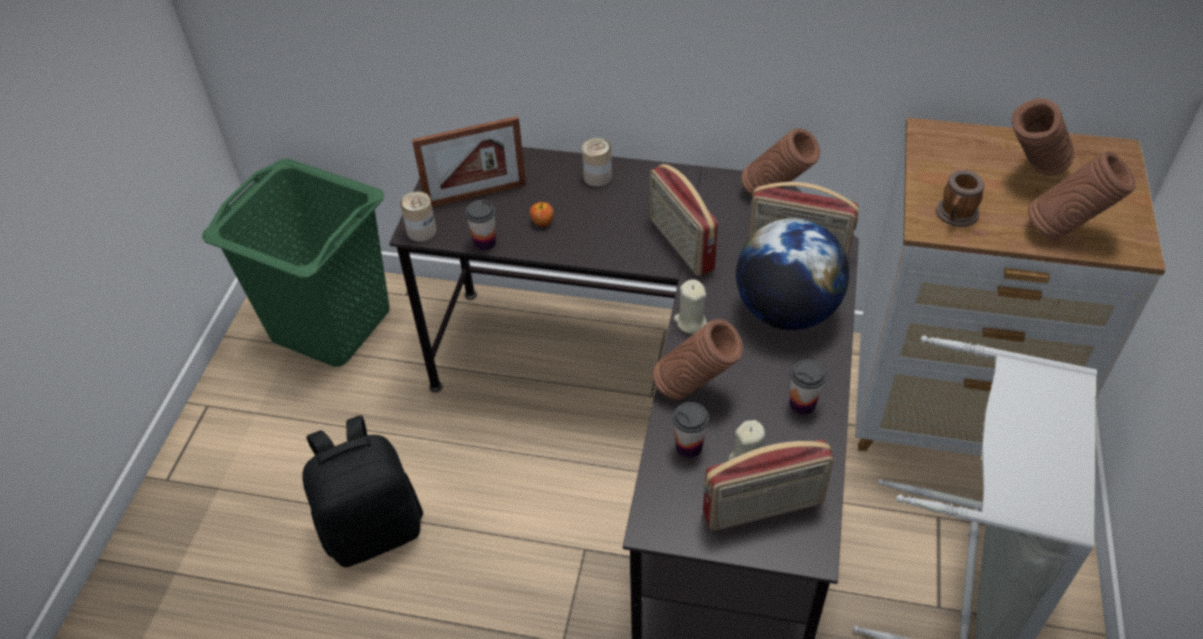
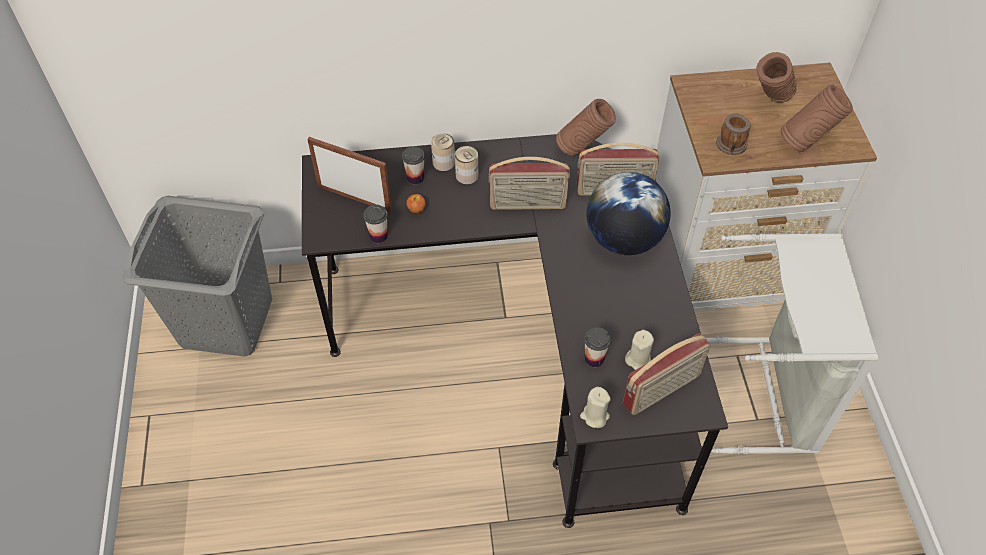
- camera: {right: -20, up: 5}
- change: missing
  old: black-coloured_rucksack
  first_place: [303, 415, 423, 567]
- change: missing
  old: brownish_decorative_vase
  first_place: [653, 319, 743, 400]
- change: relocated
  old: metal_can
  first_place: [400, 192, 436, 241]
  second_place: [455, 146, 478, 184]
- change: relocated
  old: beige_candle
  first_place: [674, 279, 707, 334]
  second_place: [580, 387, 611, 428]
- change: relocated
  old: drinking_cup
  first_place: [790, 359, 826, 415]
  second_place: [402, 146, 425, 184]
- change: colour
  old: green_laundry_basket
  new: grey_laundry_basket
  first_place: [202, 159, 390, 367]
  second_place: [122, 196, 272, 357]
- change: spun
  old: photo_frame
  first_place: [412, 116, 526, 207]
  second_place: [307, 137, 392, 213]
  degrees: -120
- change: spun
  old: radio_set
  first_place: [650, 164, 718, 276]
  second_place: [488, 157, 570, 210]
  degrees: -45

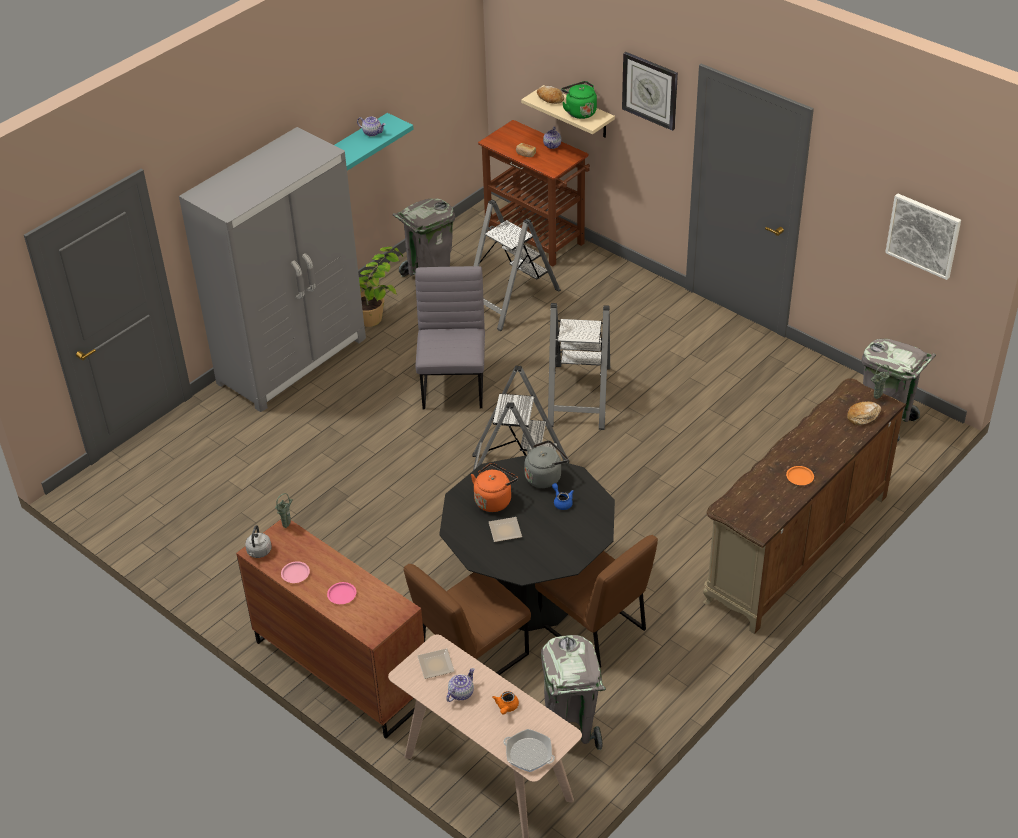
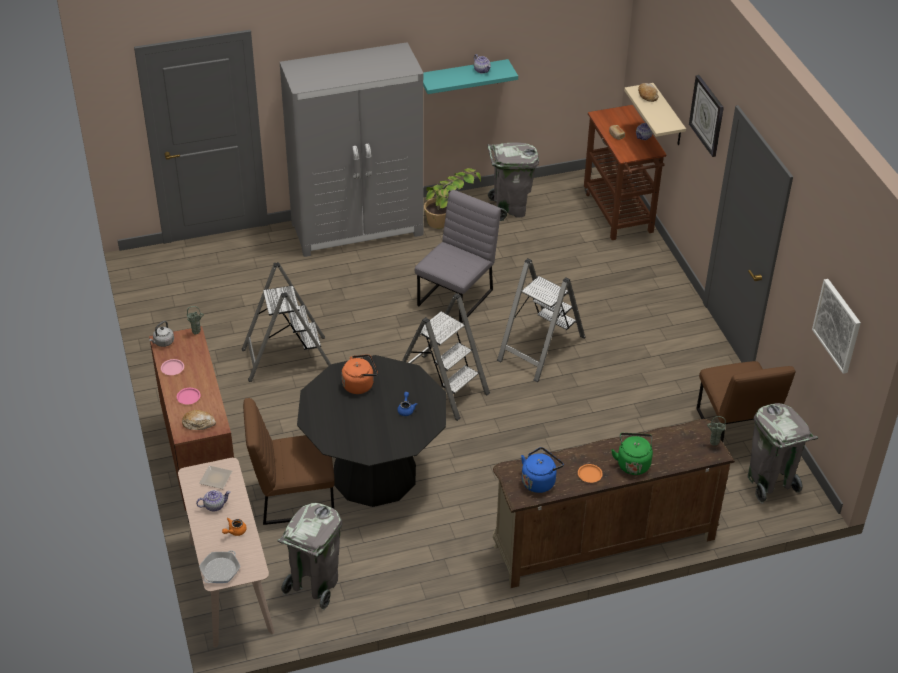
- camera: {right: 30, up: 0}
- change: missing
  old: flat_dish
  first_place: [489, 517, 522, 542]
- change: missing
  old: grey_water_kettle
  first_place: [525, 440, 568, 488]
- change: appeared
  new: blue_water_kettle
  second_place: [521, 447, 564, 493]
- change: relocated
  old: grey_step_stool
  first_place: [474, 199, 561, 331]
  second_place: [242, 262, 331, 382]
- change: relocated
  old: brownish_chair
  first_place: [535, 535, 658, 668]
  second_place: [696, 361, 796, 442]
- change: relocated
  old: green_water_kettle
  first_place: [561, 81, 597, 119]
  second_place: [611, 433, 653, 475]
- change: relocated
  old: bakery_bread
  first_place: [847, 401, 881, 425]
  second_place: [182, 410, 216, 430]
- change: spun
  old: skillet
  first_place: [504, 729, 555, 772]
  second_place: [199, 550, 241, 583]
  degrees: -120

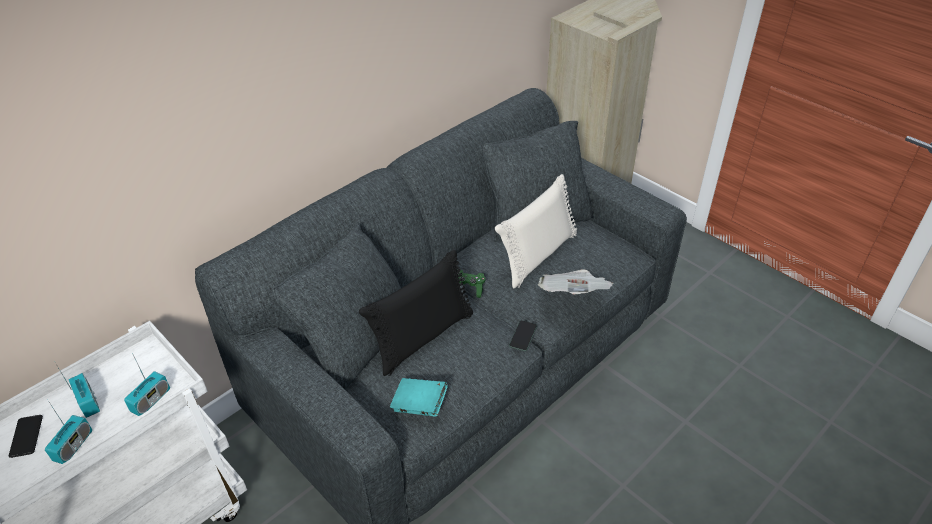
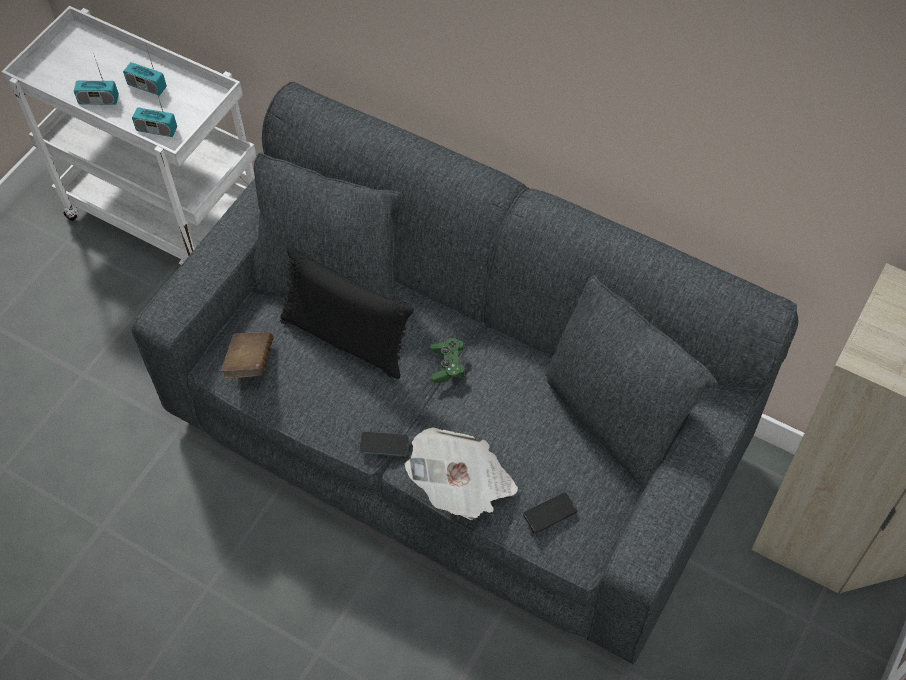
- camera: {right: 75, up: 15}
- change: missing
  old: white-coloured_throw_pillow
  first_place: [495, 174, 577, 289]
- change: relocated
  old: phone
  first_place: [9, 415, 43, 458]
  second_place: [523, 493, 577, 533]
- change: colour
  old: turquoise-coloured_volume
  new: brownish_volume
  first_place: [390, 378, 448, 417]
  second_place: [221, 332, 274, 378]
- change: spun
  old: radio_set
  first_place: [56, 364, 100, 418]
  second_place: [123, 42, 167, 96]
  degrees: 75

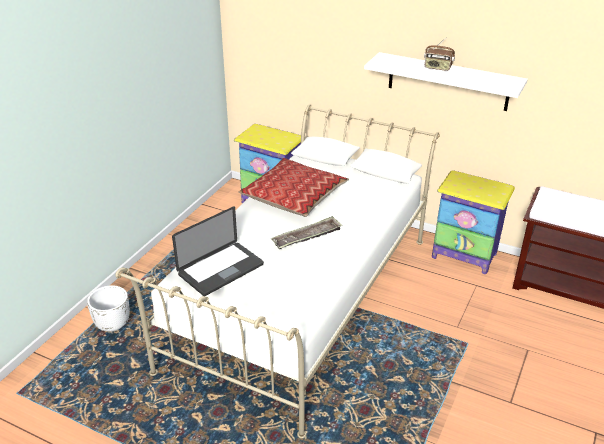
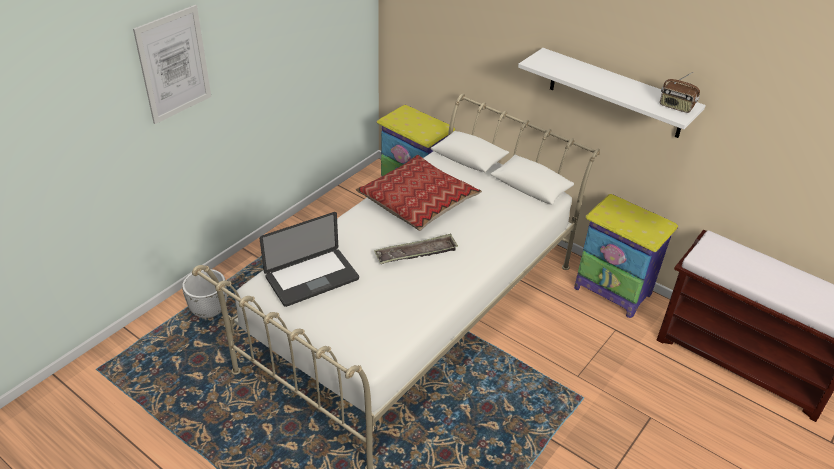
- camera: {right: 10, up: 5}
- change: appeared
  new: picture
  second_place: [133, 5, 211, 124]
- change: relocated
  old: radio_set
  first_place: [424, 37, 455, 71]
  second_place: [660, 72, 700, 113]

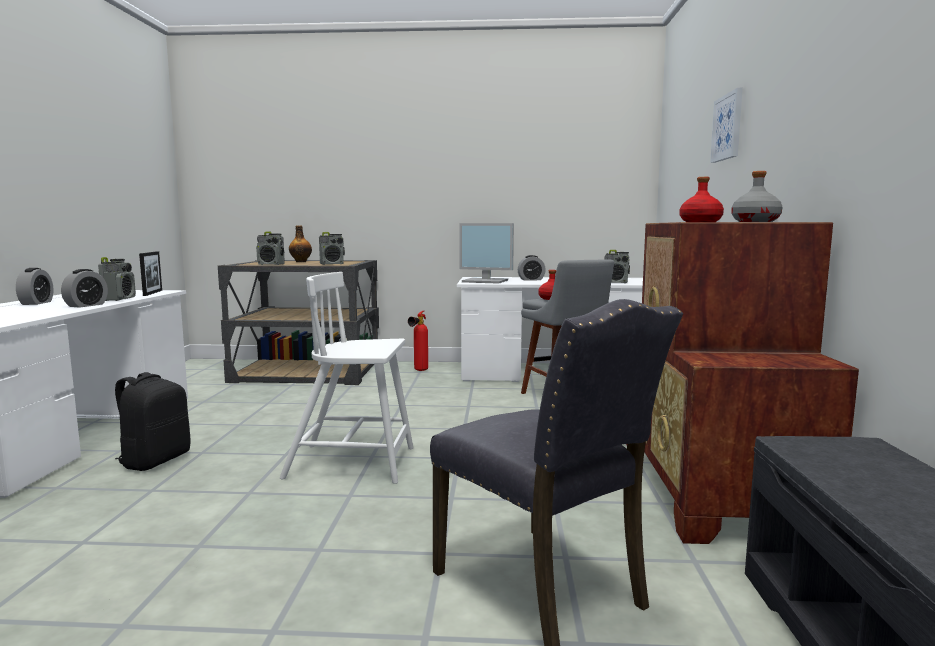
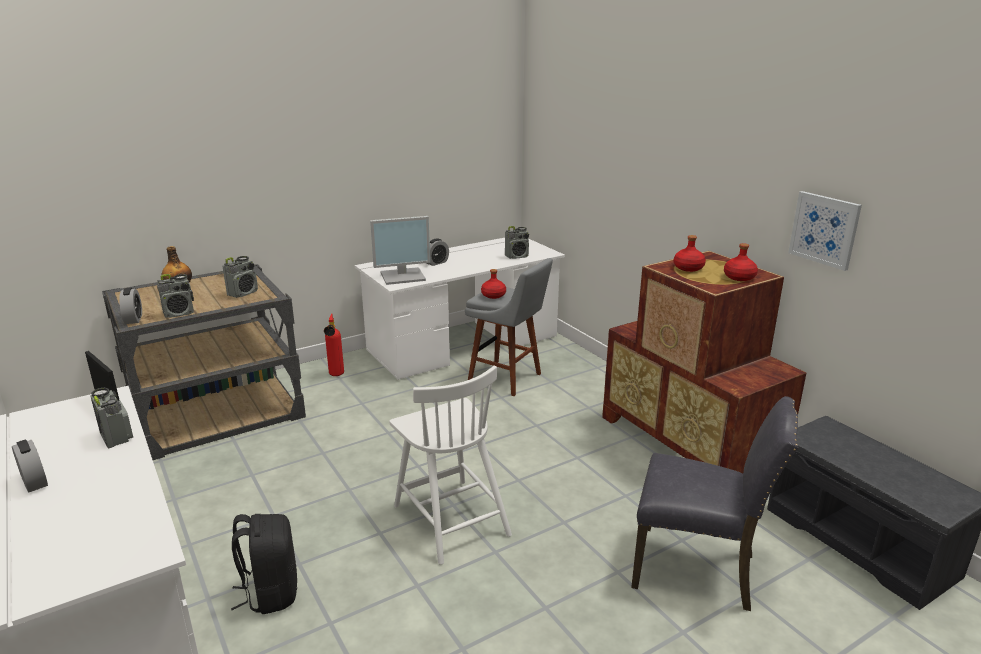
- camera: {right: -35, up: 15}
- change: relocated
  old: alarm_clock
  first_place: [61, 269, 108, 308]
  second_place: [119, 288, 142, 324]
- change: relocated
  old: picture
  first_place: [710, 88, 743, 163]
  second_place: [788, 191, 862, 271]
- change: colour
  old: grey_beverage_bottle
  new: red_beverage_bottle
  first_place: [731, 171, 783, 222]
  second_place: [724, 243, 758, 281]
- change: spun
  old: white-coloured_chair
  first_place: [280, 272, 413, 484]
  second_place: [389, 365, 512, 565]
  degrees: -90

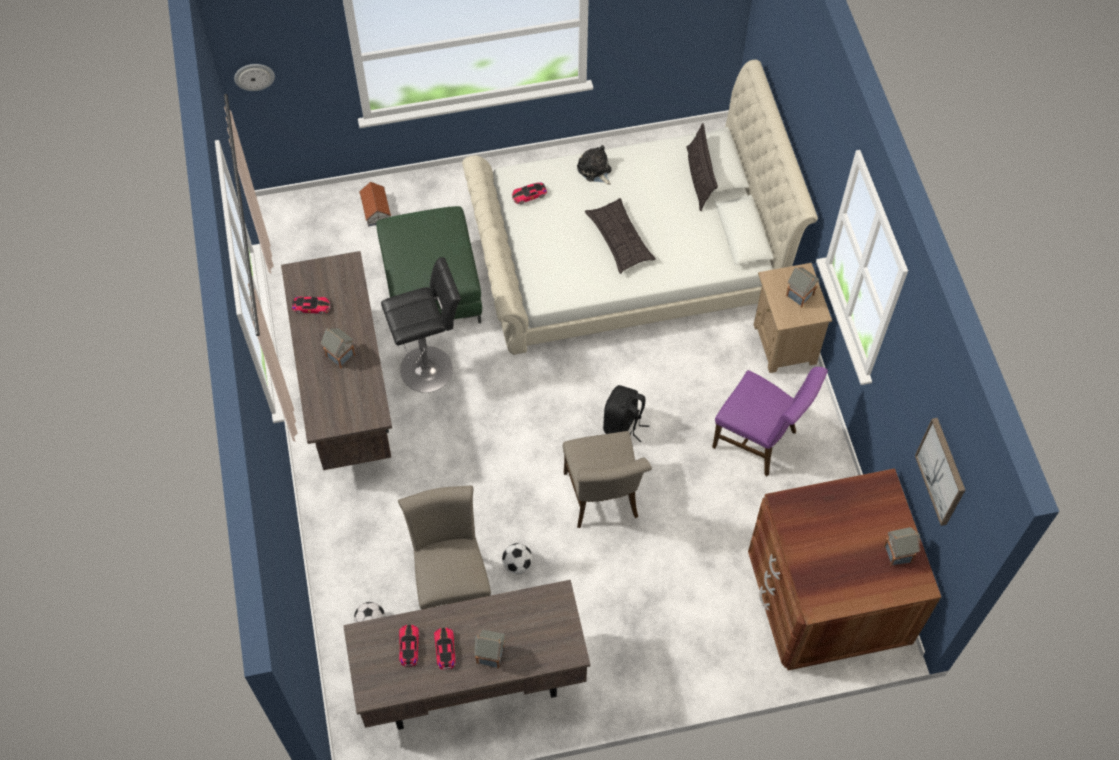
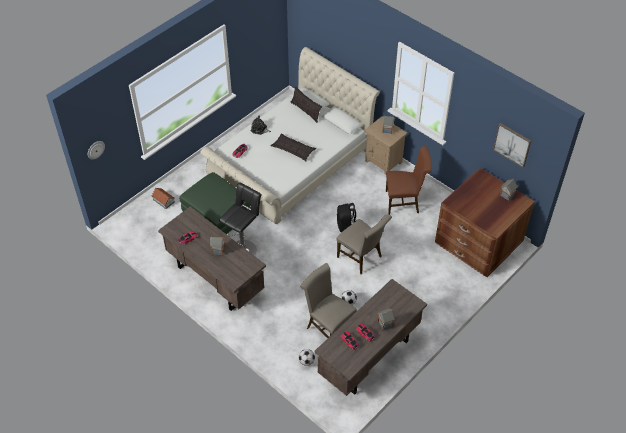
- camera: {right: -35, up: -10}
- change: colour
  old: purple-coloured_chair
  new: brownish_chair
  first_place: [712, 367, 828, 476]
  second_place: [386, 146, 431, 215]

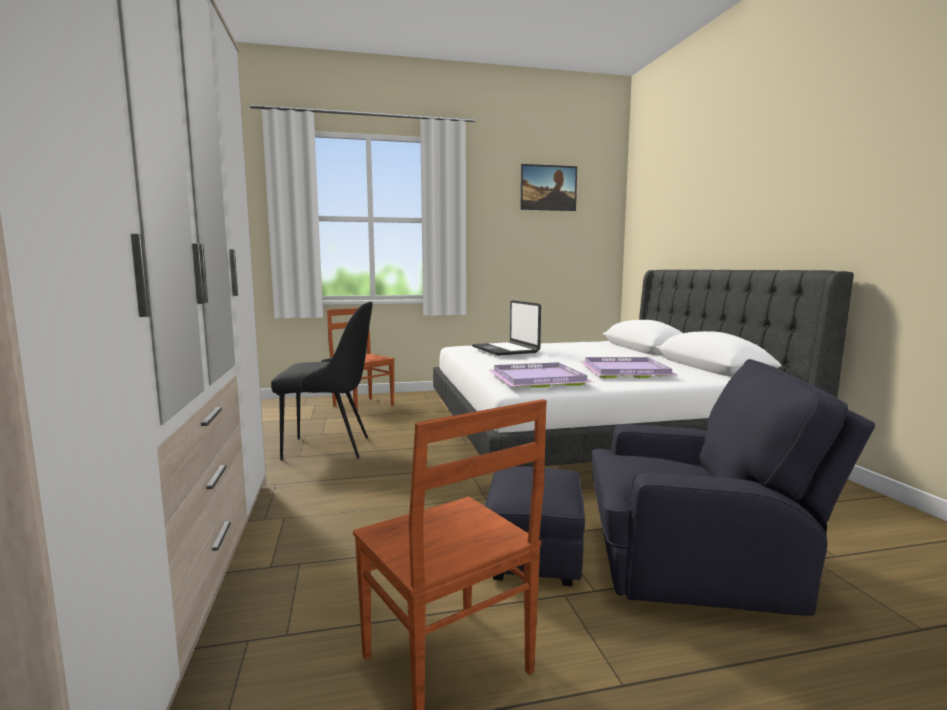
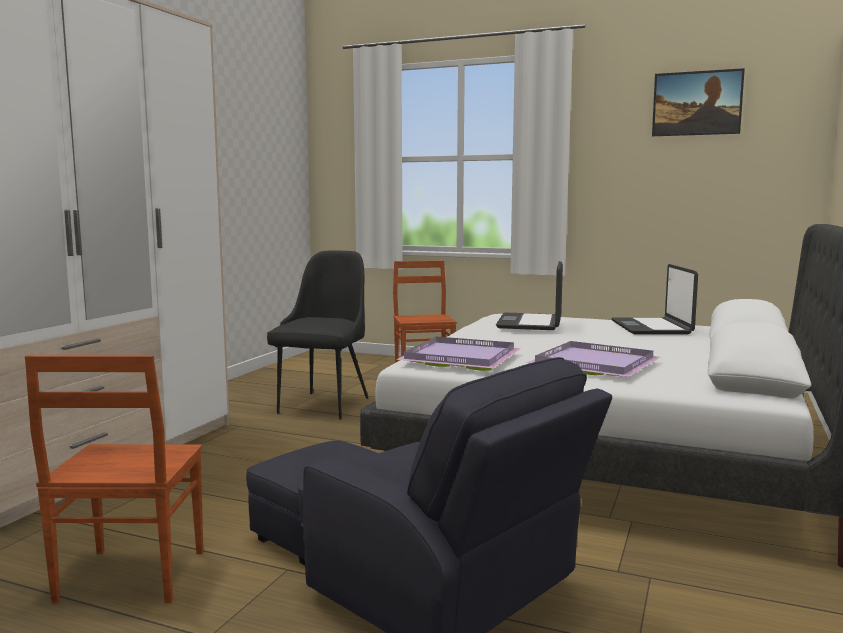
- camera: {right: 35, up: 0}
- change: appeared
  new: notebook_computer
  second_place: [611, 264, 698, 334]
- change: spun
  old: black-coloured_chair
  first_place: [271, 301, 372, 460]
  second_place: [267, 251, 368, 420]
  degrees: -105

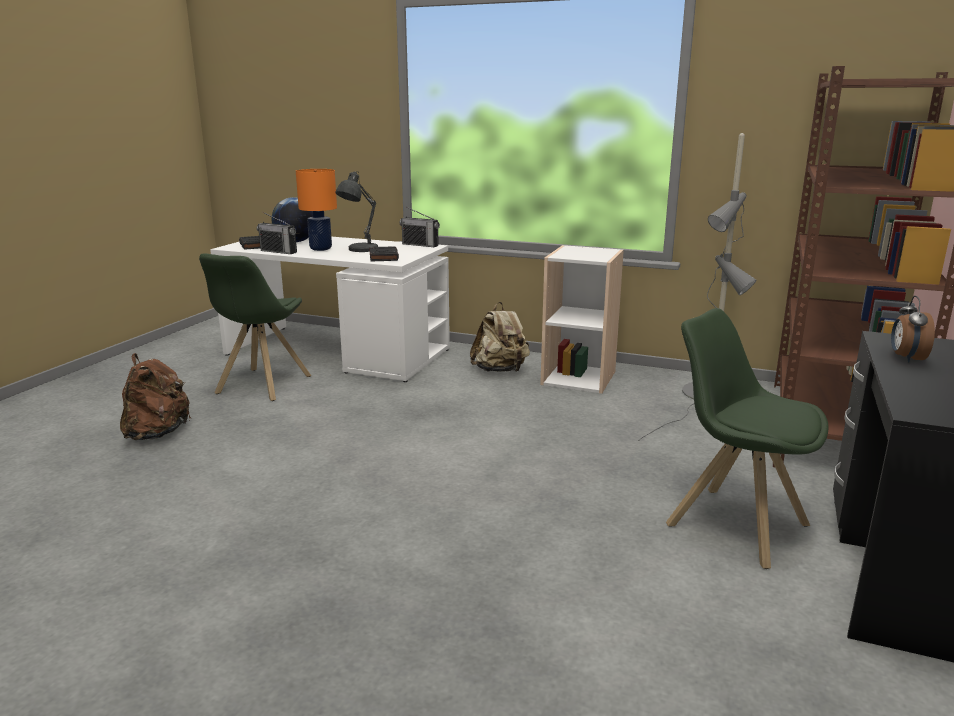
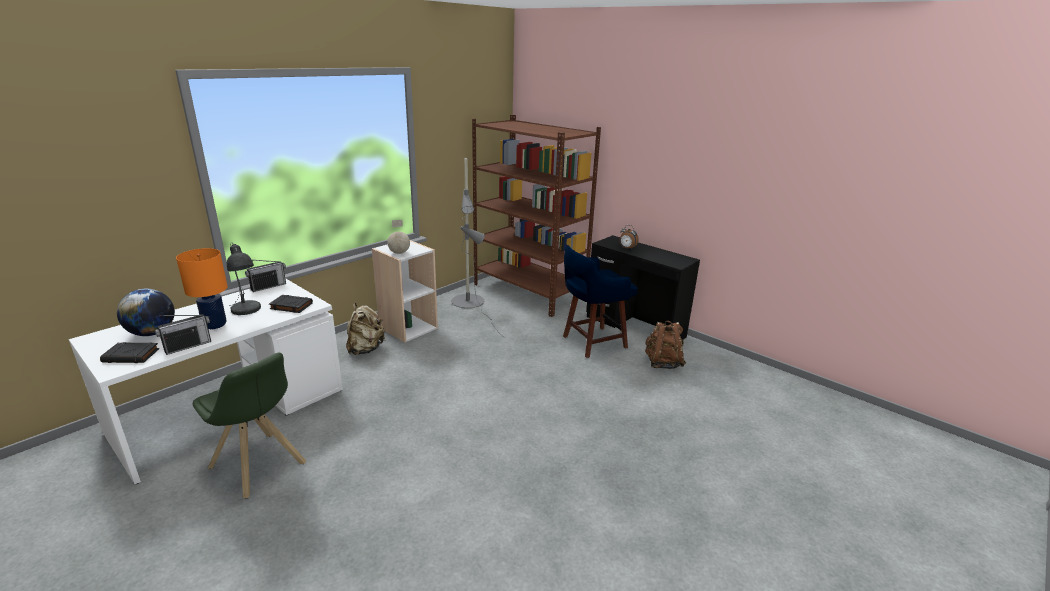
- camera: {right: -70, up: 5}
- change: appeared
  new: globe
  second_place: [387, 220, 410, 254]
- change: relocated
  old: brownish_rucksack
  first_place: [120, 353, 191, 440]
  second_place: [645, 320, 686, 369]
- change: exchanged
  old: green_chair
  new: blue_sitting_stool
  first_place: [666, 308, 829, 569]
  second_place: [563, 245, 638, 358]

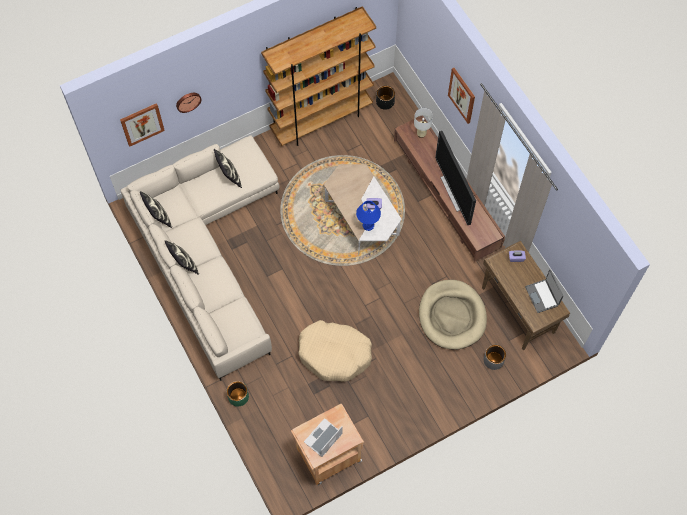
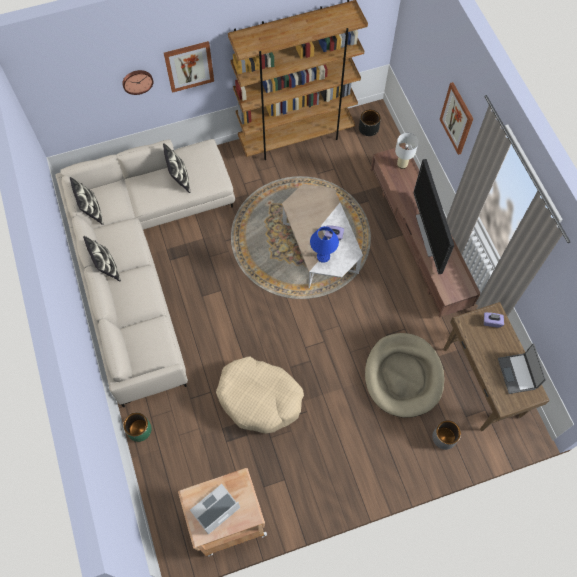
- camera: {right: 10, up: 0}
- change: relocated
  old: picture
  first_place: [120, 103, 165, 147]
  second_place: [164, 41, 214, 93]

